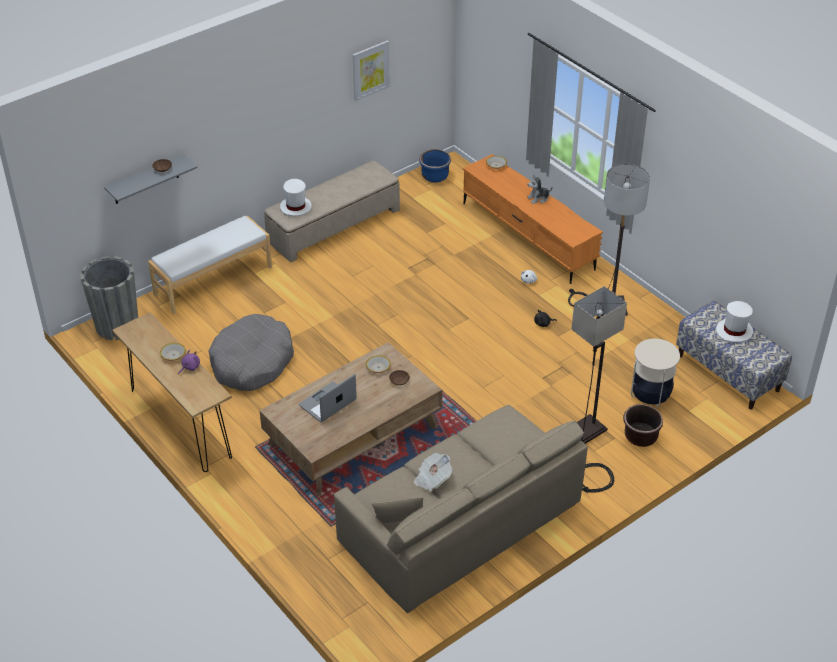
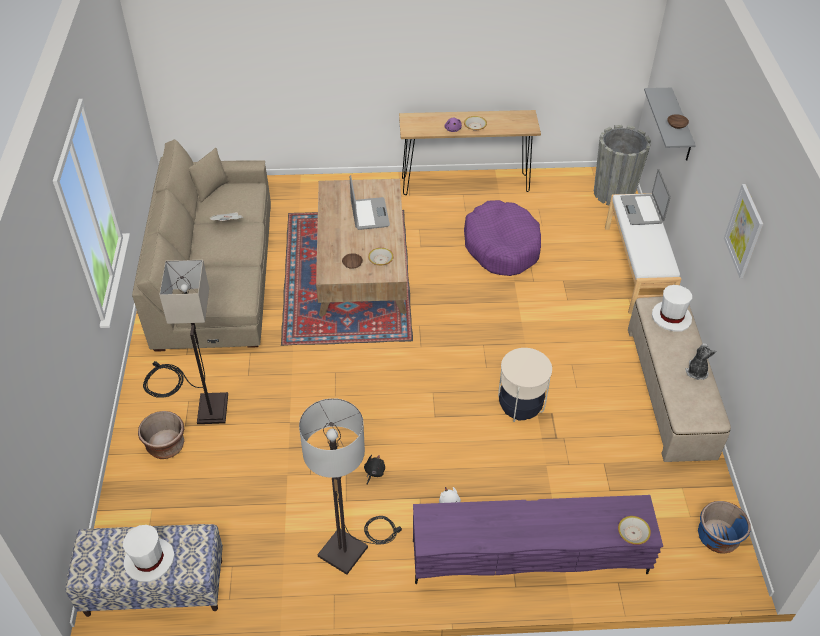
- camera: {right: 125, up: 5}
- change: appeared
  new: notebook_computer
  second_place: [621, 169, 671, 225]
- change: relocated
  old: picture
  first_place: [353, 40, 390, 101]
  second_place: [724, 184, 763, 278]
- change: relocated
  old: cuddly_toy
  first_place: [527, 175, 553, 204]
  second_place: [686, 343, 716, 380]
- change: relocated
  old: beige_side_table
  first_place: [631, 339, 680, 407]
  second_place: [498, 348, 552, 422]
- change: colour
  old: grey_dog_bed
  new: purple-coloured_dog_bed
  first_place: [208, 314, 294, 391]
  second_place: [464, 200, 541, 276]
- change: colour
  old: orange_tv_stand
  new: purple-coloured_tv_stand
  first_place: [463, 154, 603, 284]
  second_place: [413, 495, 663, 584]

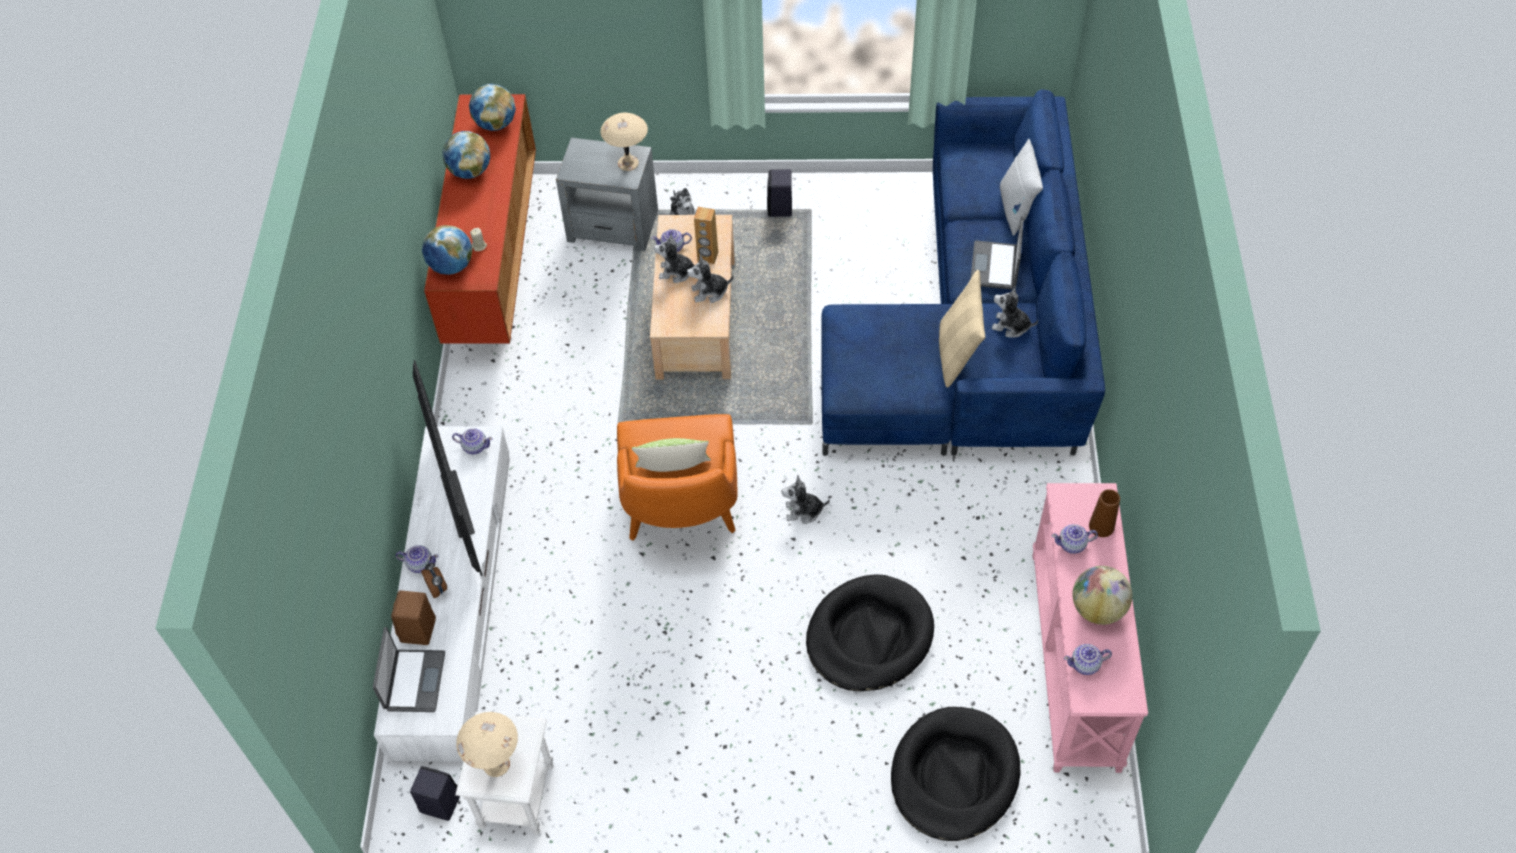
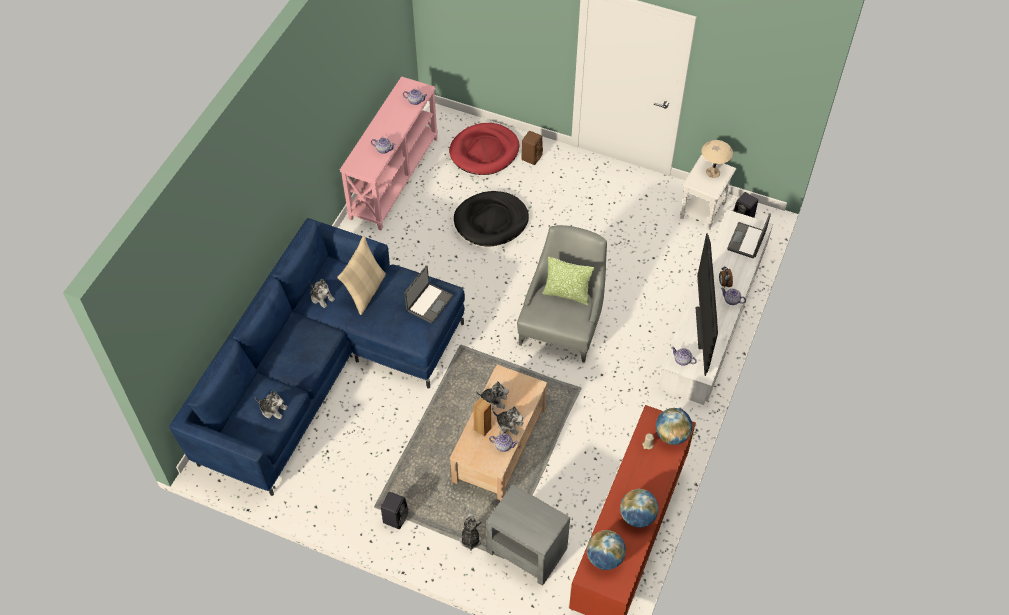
- camera: {right: -160, up: 0}
- change: missing
  old: beige_tabletop_lamp
  first_place: [600, 113, 648, 171]
- change: missing
  old: grey_throw_pillow
  first_place: [1000, 139, 1043, 236]
- change: missing
  old: globe
  first_place: [1072, 566, 1132, 625]
- change: missing
  old: brownish_decorative_vase
  first_place: [1089, 489, 1120, 537]
- change: relocated
  old: brownish_audio_speaker
  first_place: [391, 590, 436, 645]
  second_place: [521, 131, 543, 165]
- change: relocated
  old: cuddly_toy
  first_place: [782, 475, 830, 524]
  second_place: [255, 391, 288, 419]
- change: relocated
  old: notebook_computer
  first_place: [971, 216, 1024, 290]
  second_place: [405, 265, 453, 324]
- change: colour
  old: orange_easy_chair
  new: grey_easy_chair
  first_place: [617, 414, 738, 541]
  second_place: [517, 225, 607, 363]
- change: colour
  old: black-coloured_dog_bed
  new: red_dog_bed
  first_place: [891, 707, 1020, 841]
  second_place: [449, 123, 519, 175]

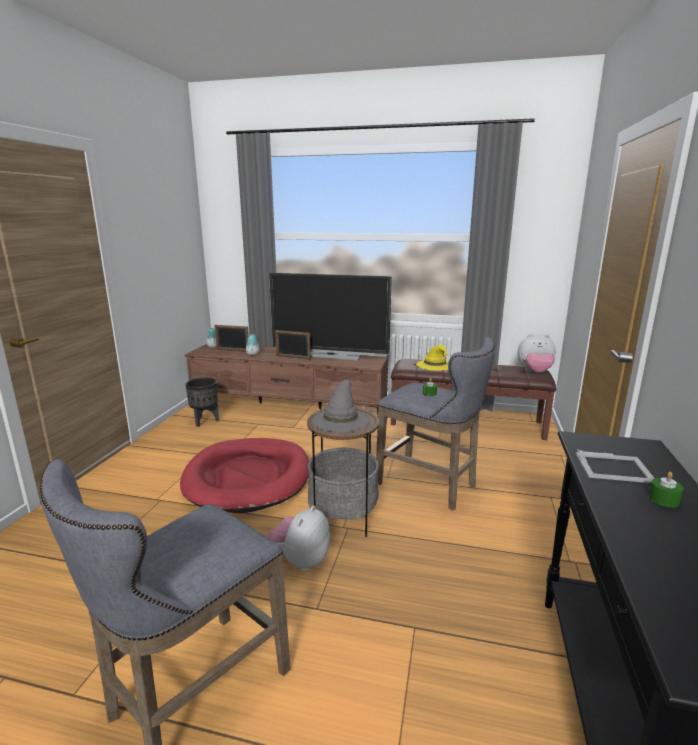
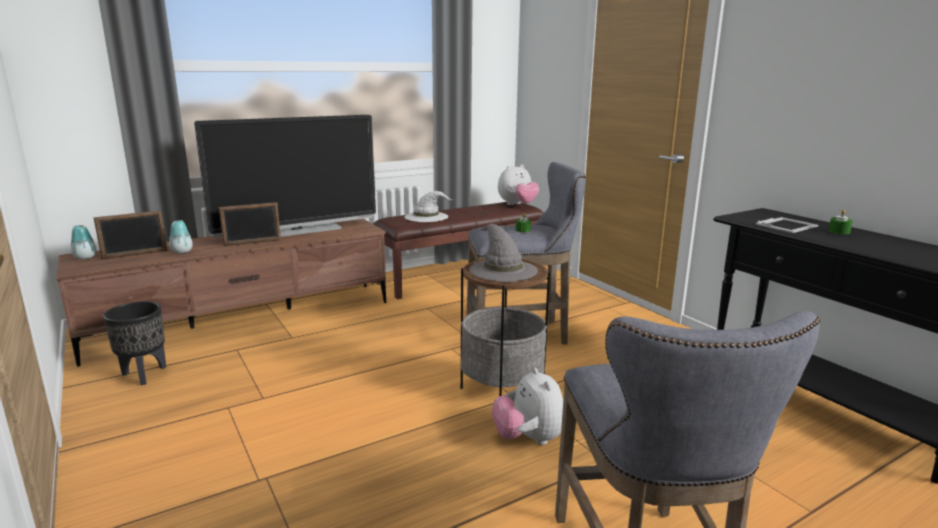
- camera: {right: -45, up: 0}
- change: missing
  old: red_dog_bed
  first_place: [180, 438, 309, 513]
- change: colour
  old: yellow_wearable_hat
  new: white-coloured_wearable_hat
  first_place: [416, 345, 449, 371]
  second_place: [404, 191, 452, 222]

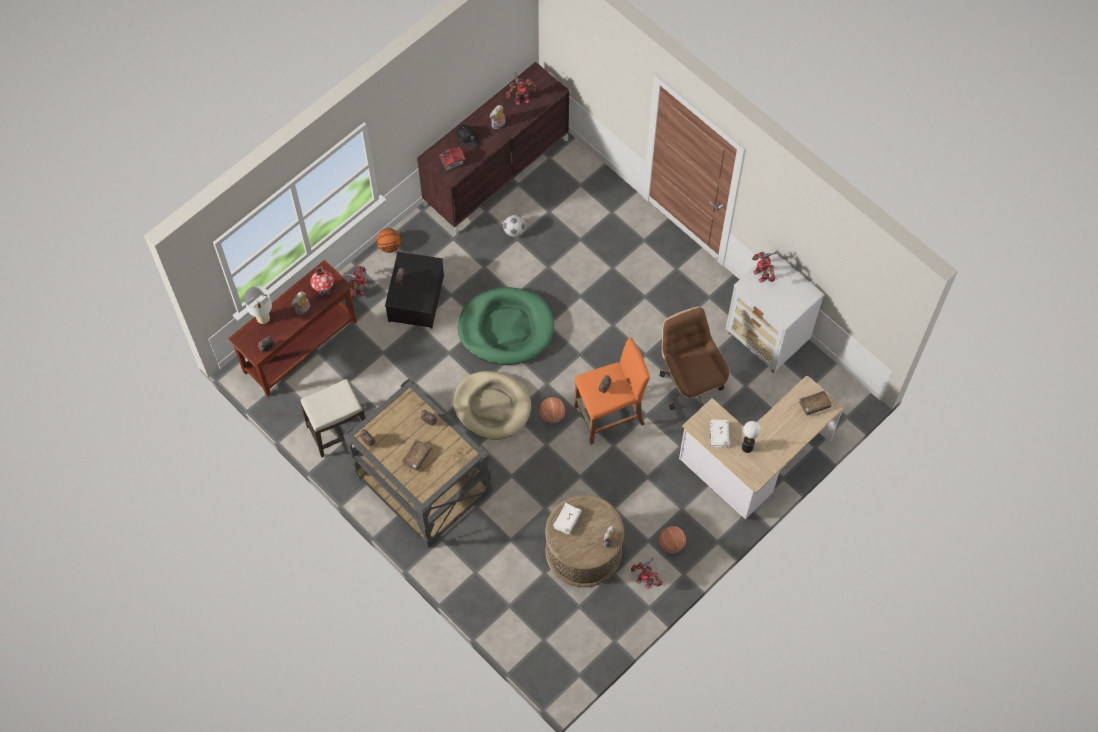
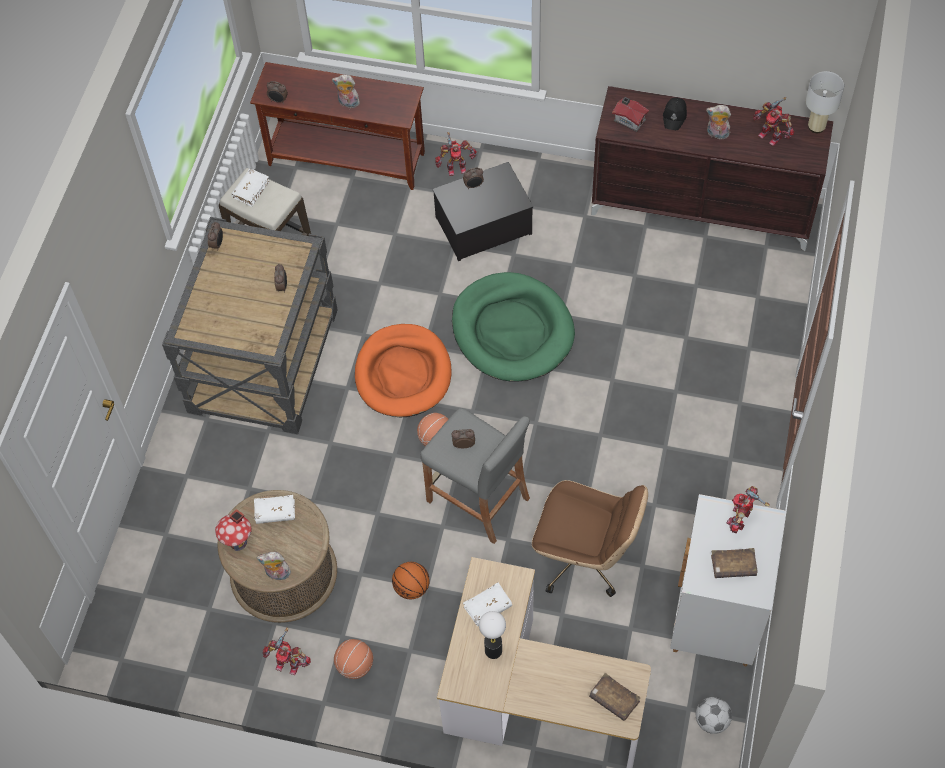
- camera: {right: 60, up: -5}
- change: appeared
  new: white-coloured_volume
  second_place: [231, 169, 270, 207]
- change: relocated
  old: white-coloured_tabletop_lamp
  first_place: [244, 286, 272, 325]
  second_place: [806, 71, 844, 133]
- change: relocated
  old: miniature_house
  first_place: [310, 266, 334, 296]
  second_place: [215, 509, 251, 551]
- change: relocated
  old: basketball
  first_place: [376, 228, 401, 253]
  second_place: [392, 562, 430, 600]
- change: relocated
  old: brownish_volume
  first_place: [401, 439, 432, 471]
  second_place: [711, 548, 757, 578]
- change: relocated
  old: football_ball
  first_place: [503, 215, 525, 237]
  second_place: [696, 697, 732, 734]
- change: colour
  old: beige_dog_bed
  new: orange_dog_bed
  first_place: [453, 371, 531, 440]
  second_place: [355, 324, 451, 417]
- change: colour
  old: orange_sitting_stool
  new: grey_sitting_stool
  first_place: [574, 338, 650, 445]
  second_place: [421, 408, 530, 544]
- change: spun
  old: toy_robot
  first_place: [631, 557, 662, 589]
  second_place: [263, 628, 311, 675]
  degrees: -75
- change: spun
  old: brownish_office_chair
  first_place: [659, 307, 730, 410]
  second_place: [532, 480, 648, 597]
  degrees: 75

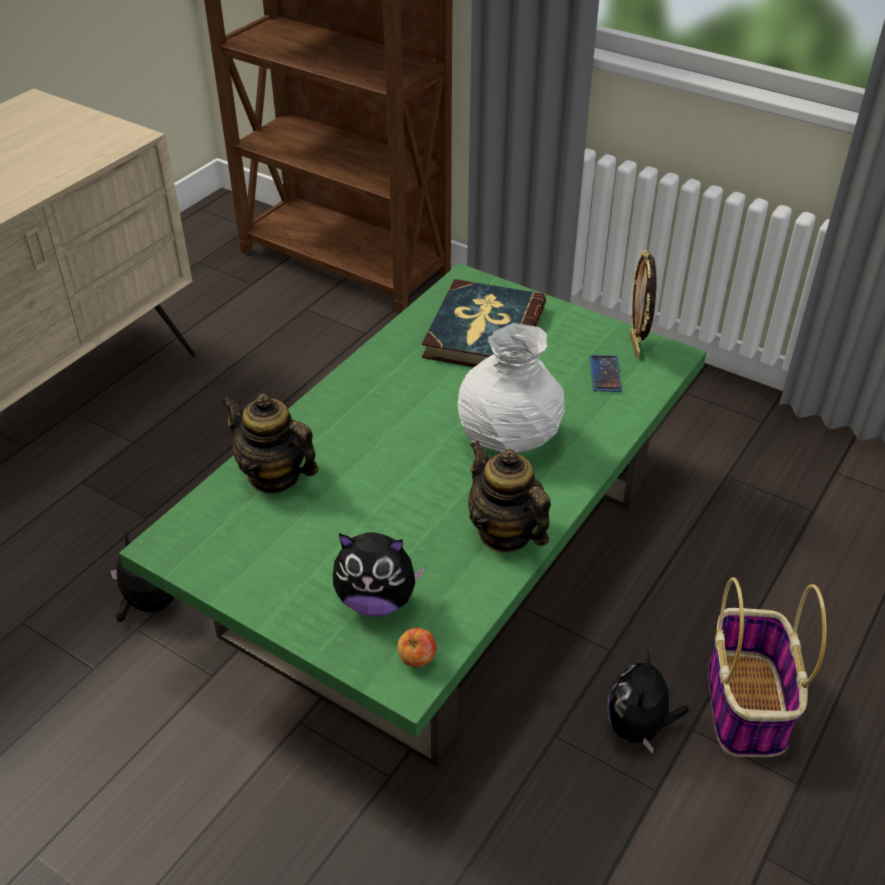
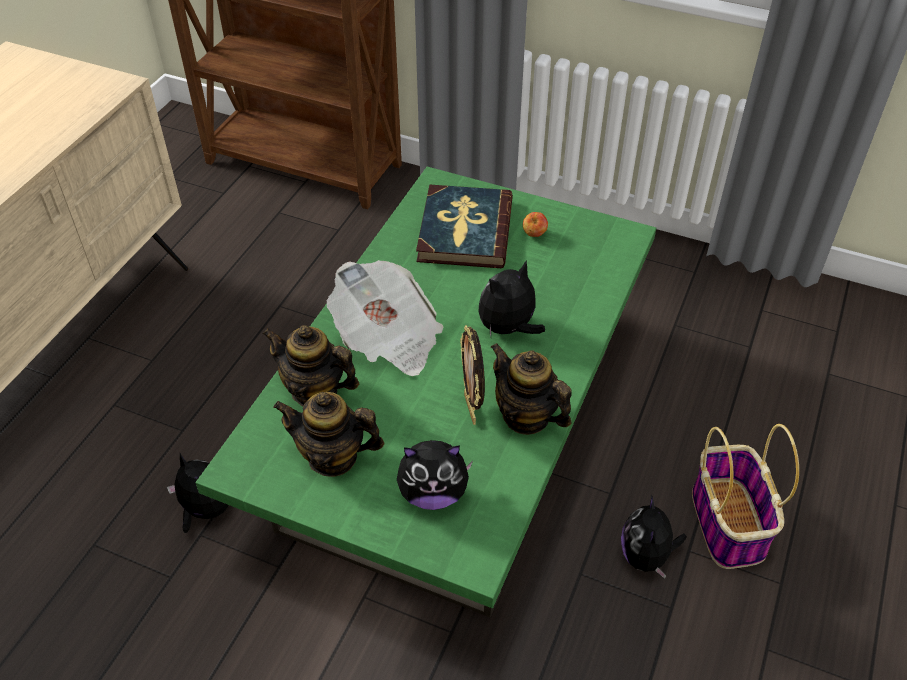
- camera: {right: -10, up: 5}
- change: missing
  old: phone
  first_place: [590, 355, 622, 392]
- change: appeared
  new: teapot
  second_place: [273, 392, 385, 477]
- change: appeared
  new: printed_paper
  second_place: [326, 260, 444, 376]
- change: relocated
  old: apple
  first_place: [397, 628, 436, 667]
  second_place: [523, 212, 548, 237]
- change: relocated
  old: photo_frame
  first_place: [630, 250, 656, 358]
  second_place: [460, 325, 485, 425]
- change: exchanged
  old: white-coloured_decorative_vase
  new: cuddly_toy
  first_place: [458, 323, 565, 453]
  second_place: [479, 260, 545, 337]

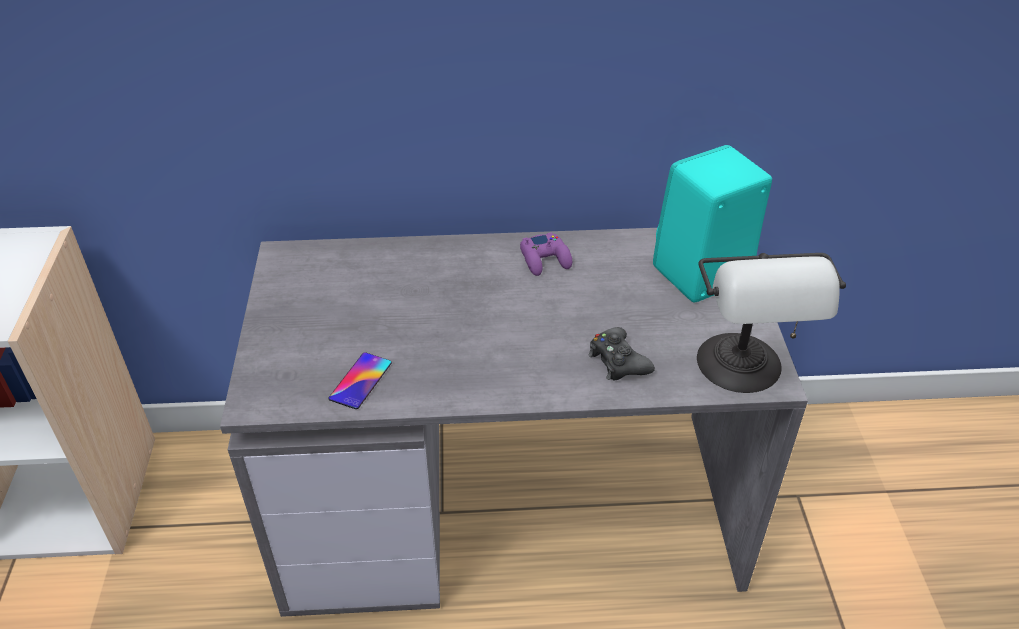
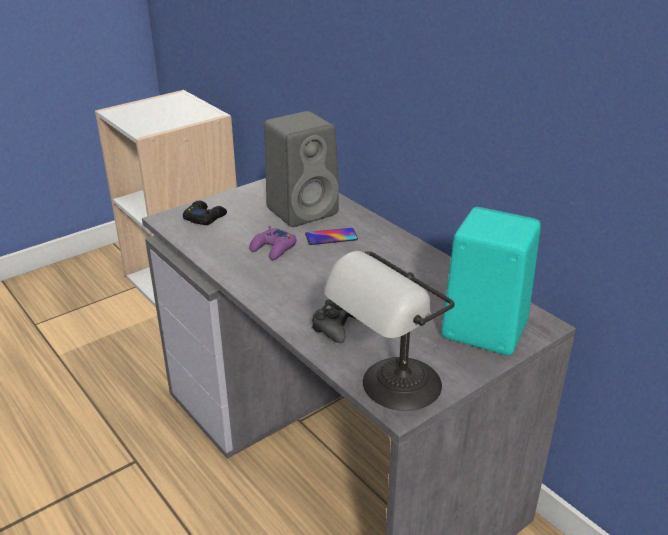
- camera: {right: 55, up: -10}
- change: appeared
  new: black-coloured_game_controller
  second_place: [183, 201, 227, 225]
- change: appeared
  new: grey_audio_speaker
  second_place: [264, 111, 339, 227]
- change: relocated
  old: phone
  first_place: [328, 352, 392, 409]
  second_place: [305, 228, 358, 245]
- change: relocated
  old: purple-coloured_game_controller
  first_place: [520, 232, 572, 276]
  second_place: [249, 226, 297, 260]

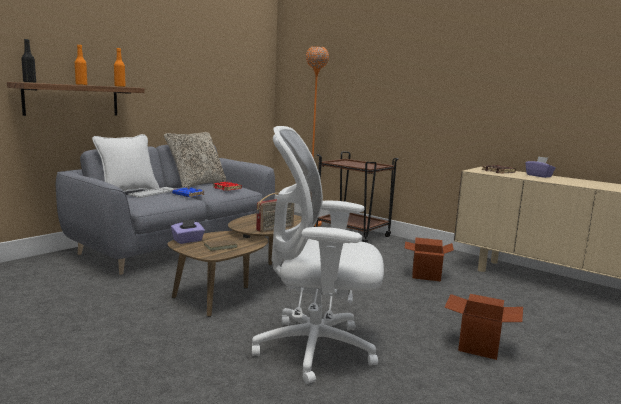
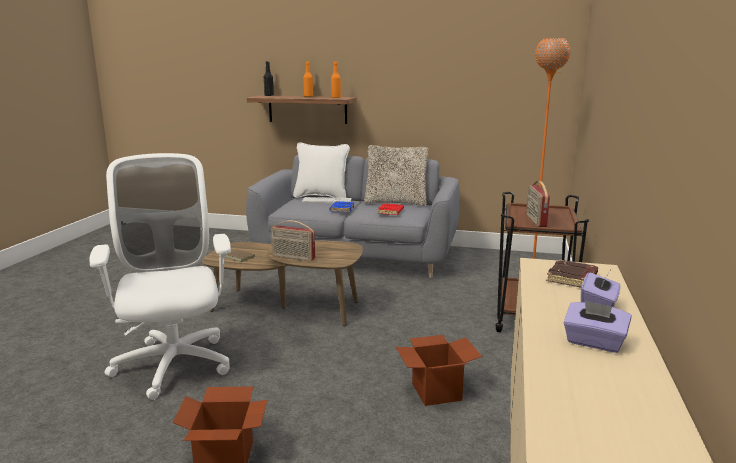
- camera: {right: 65, up: 5}
- change: appeared
  new: radio_set
  second_place: [526, 181, 550, 227]
- change: relocated
  old: purple-coloured_tissue_box
  first_place: [171, 219, 205, 244]
  second_place: [564, 300, 631, 353]

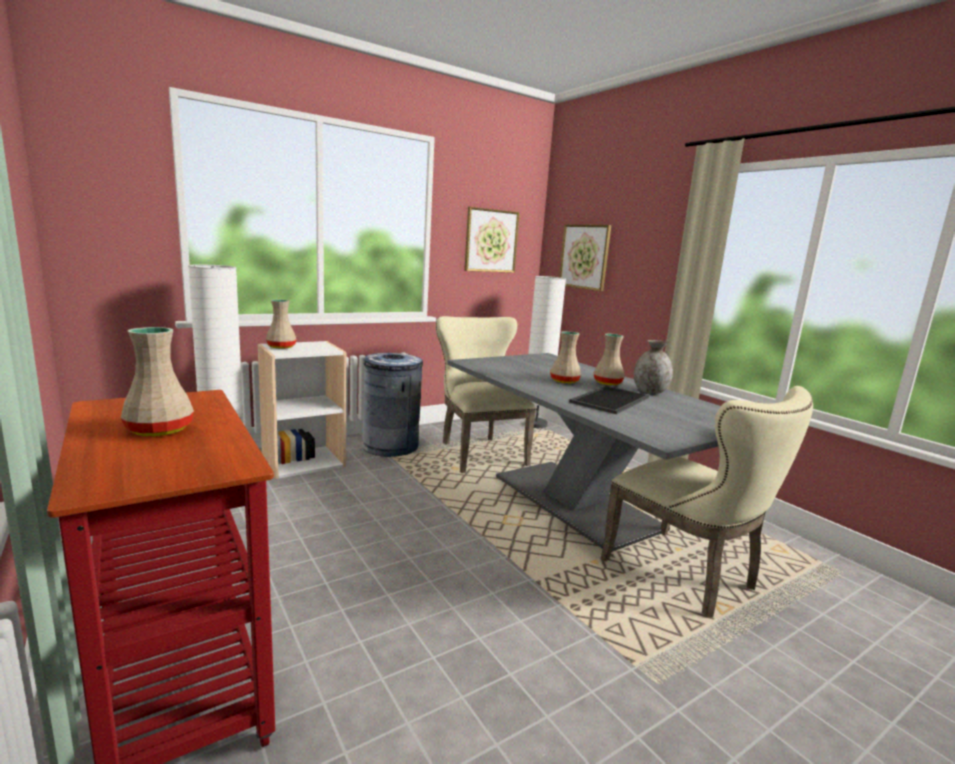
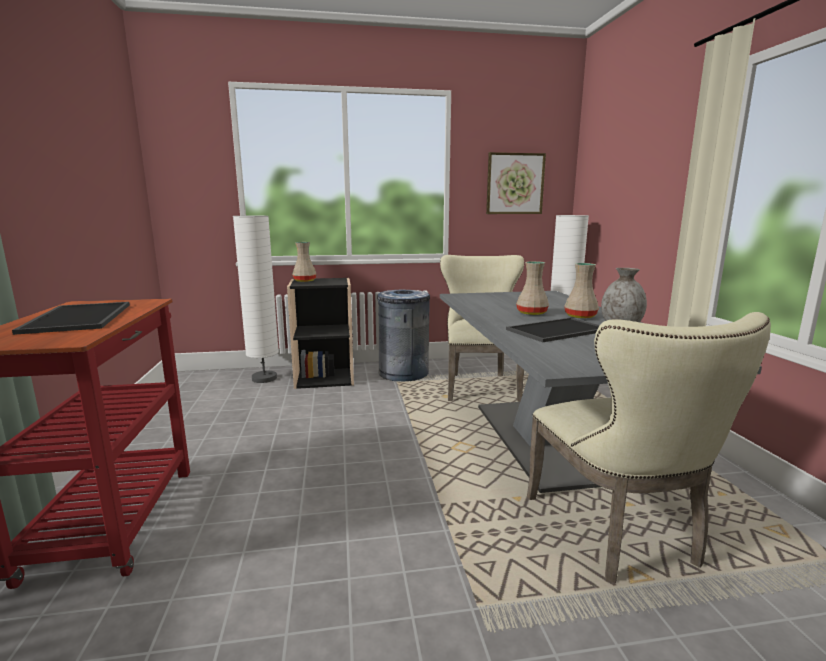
- camera: {right: 25, up: 0}
- change: missing
  old: picture
  first_place: [559, 224, 611, 291]
- change: exchanged
  old: beige_decorative_vase
  new: carrying_tray
  first_place: [121, 327, 194, 436]
  second_place: [12, 302, 130, 335]
- change: colour
  old: white-coloured_bookcase
  new: black-coloured_bookcase
  first_place: [258, 341, 346, 479]
  second_place: [287, 278, 354, 389]

